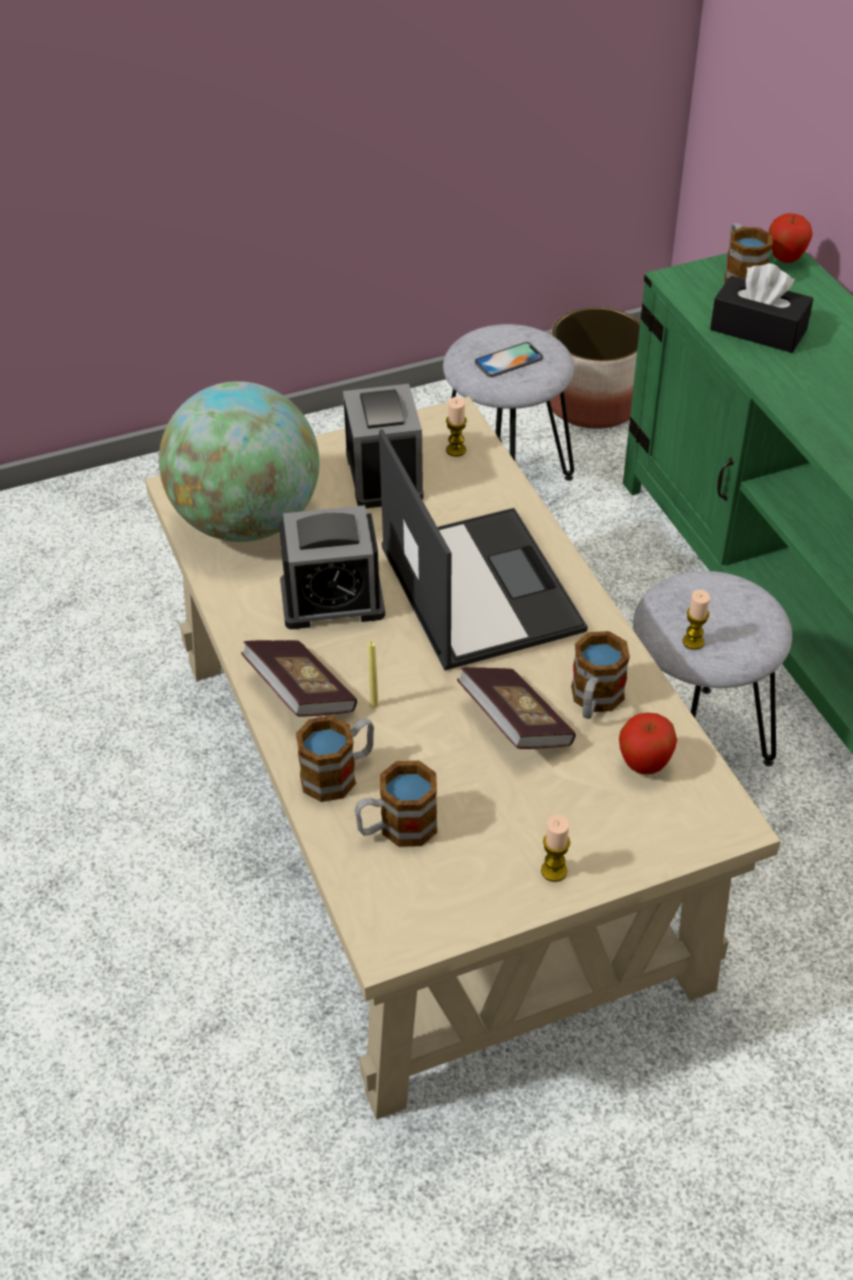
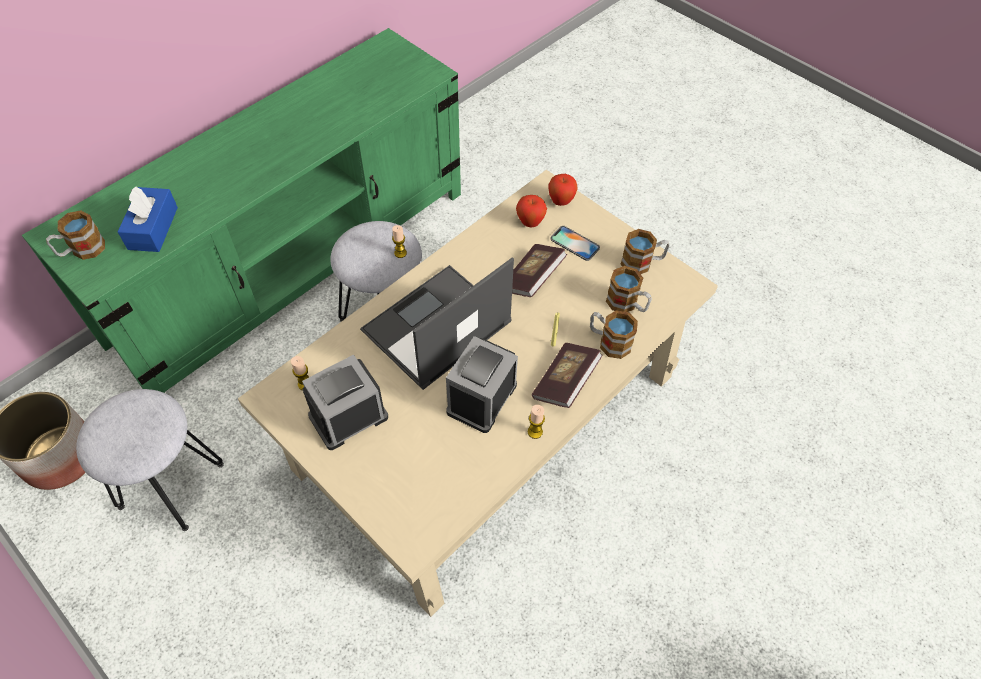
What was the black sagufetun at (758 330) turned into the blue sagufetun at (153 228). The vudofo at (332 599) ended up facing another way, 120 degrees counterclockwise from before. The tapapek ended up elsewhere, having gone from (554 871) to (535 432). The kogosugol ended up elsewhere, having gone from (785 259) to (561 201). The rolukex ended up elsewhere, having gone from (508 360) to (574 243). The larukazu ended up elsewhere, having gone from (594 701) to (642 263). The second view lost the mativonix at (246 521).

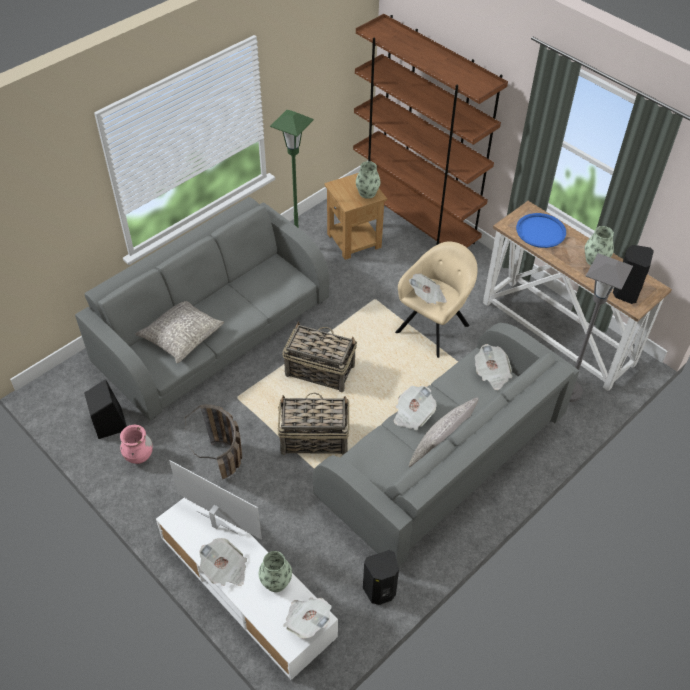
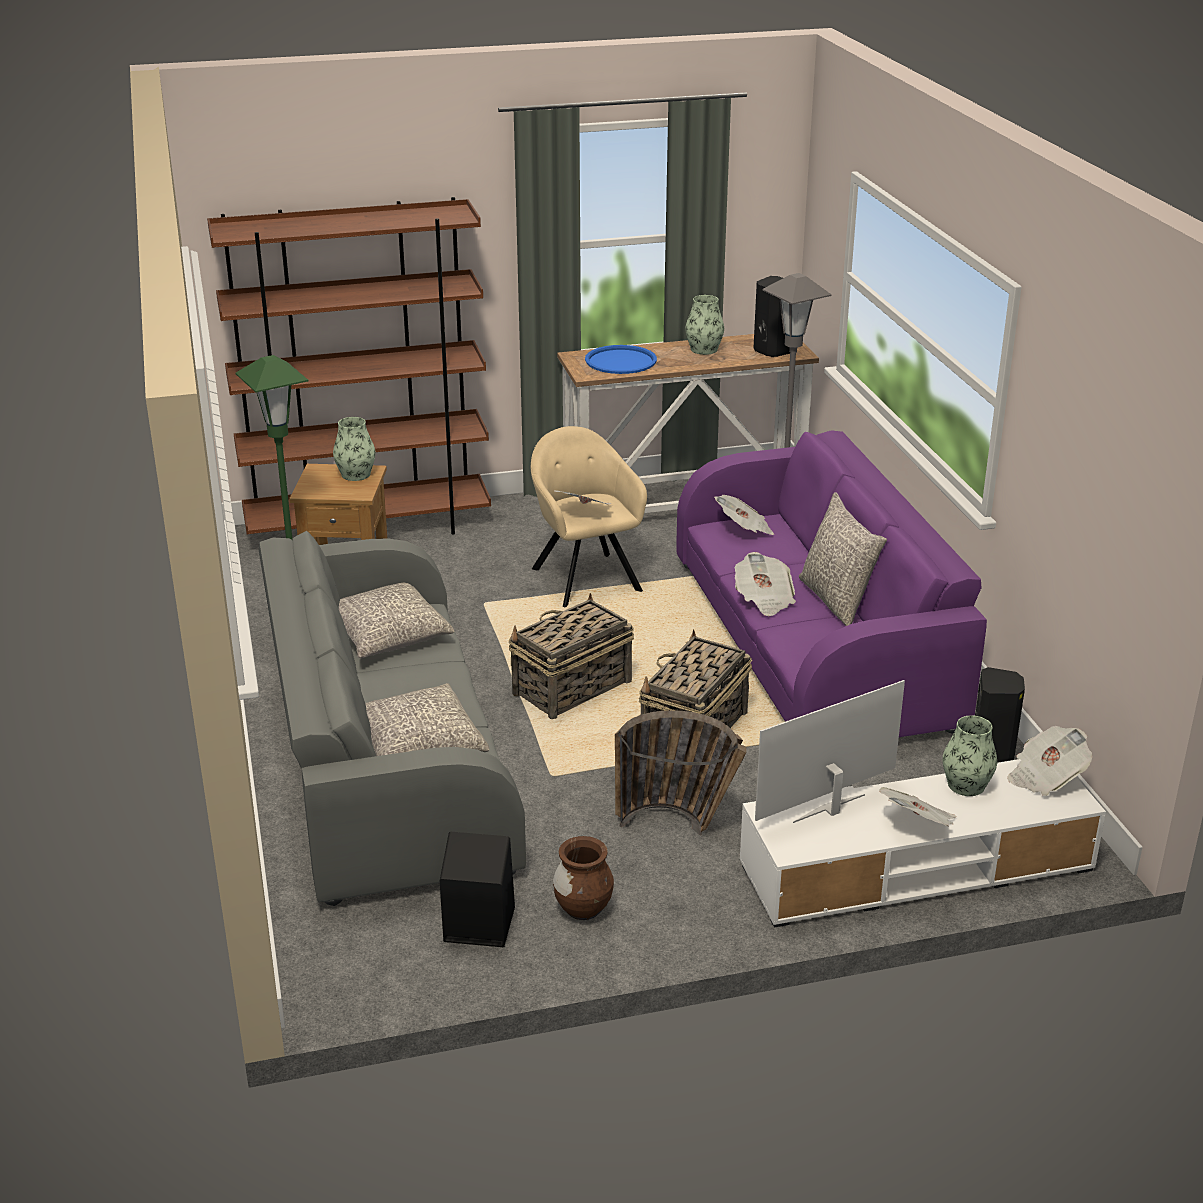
The second view gained the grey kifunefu at (386 634). What was the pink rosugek at (139 456) turned into the brown rosugek at (583 909). What was the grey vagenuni at (443 458) turned into the purple vagenuni at (814 642).

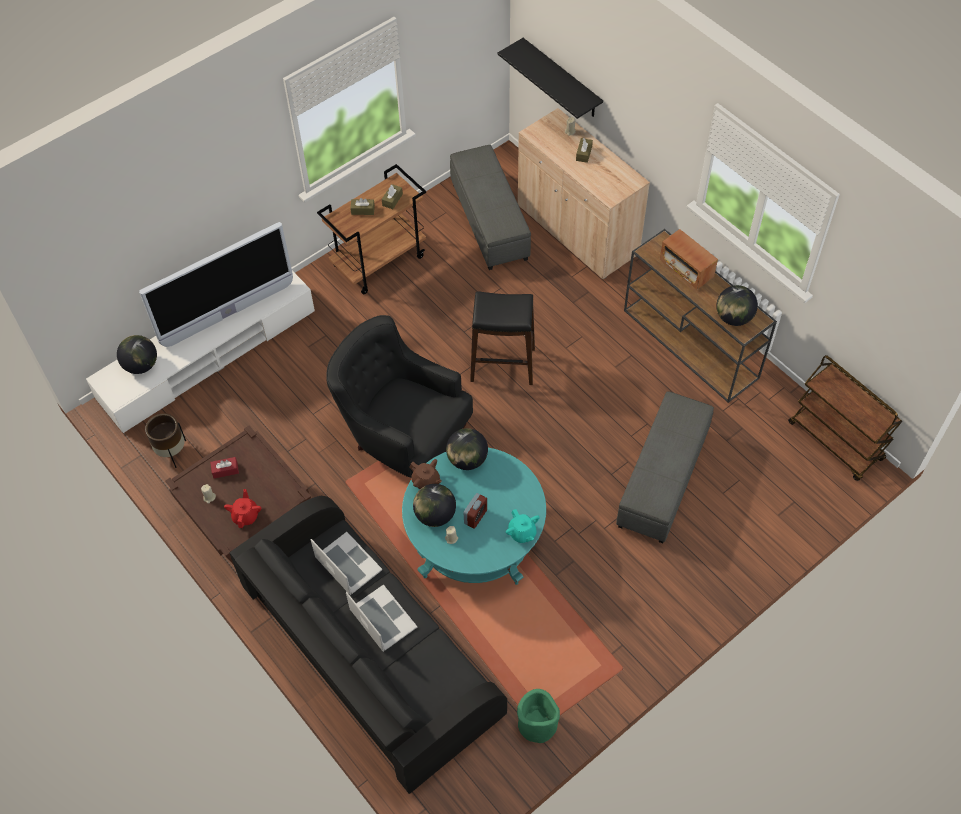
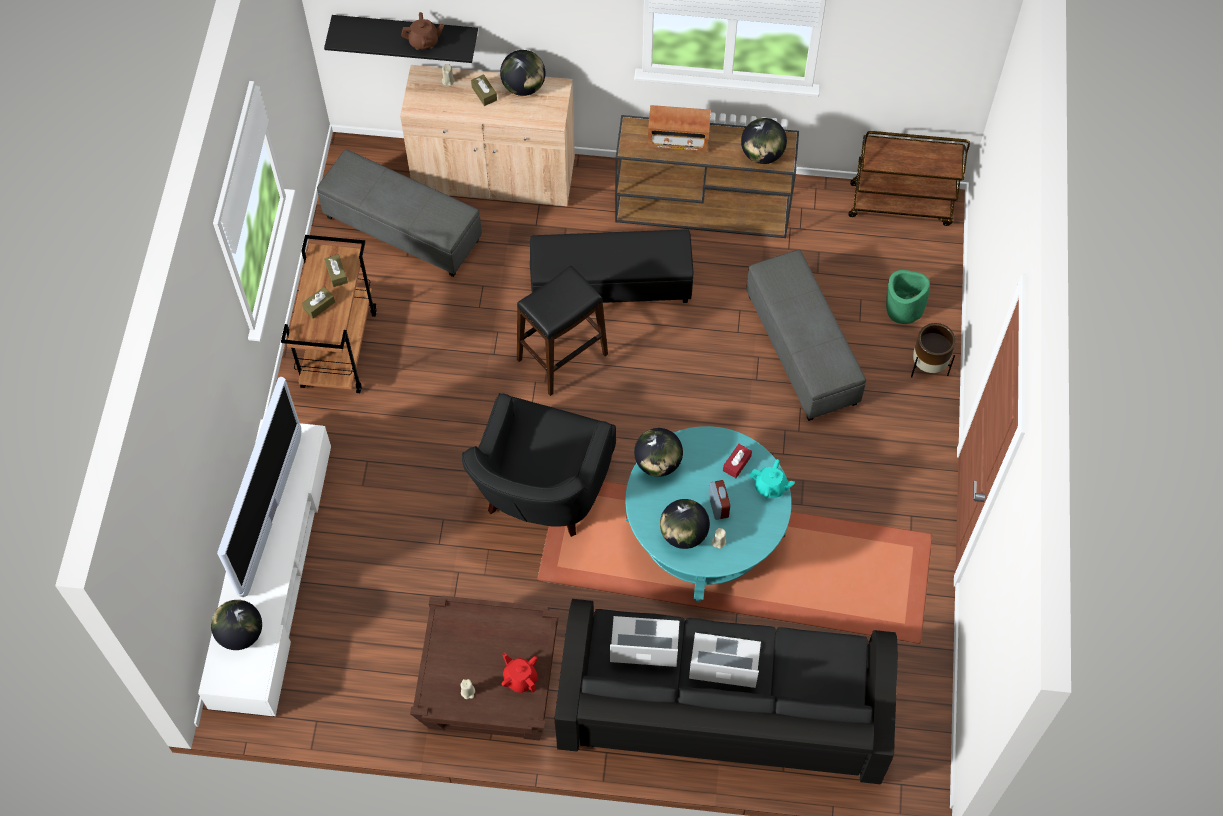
The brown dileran ended up elsewhere, having gone from (426 481) to (424 41). The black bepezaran at (402 434) ended up facing another way, 60 degrees counterclockwise from before. The second view gained the mativonix at (523 87). The second view gained the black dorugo at (611 283). The red sagufetun ended up elsewhere, having gone from (225 470) to (737 463). The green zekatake ended up elsewhere, having gone from (537 724) to (903 308). The brown zekatake ended up elsewhere, having gone from (172 452) to (928 366).

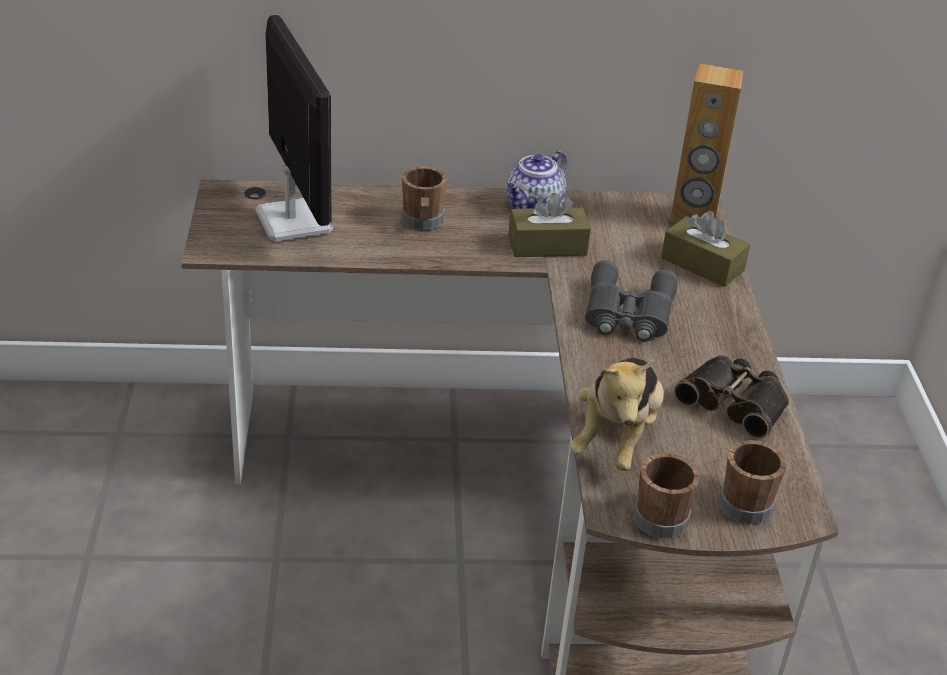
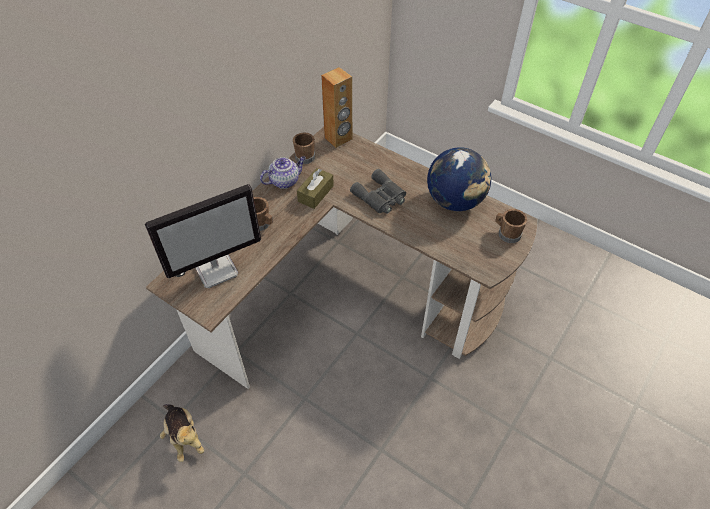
The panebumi at (293 220) ended up facing another way, 135 degrees clockwise from before. The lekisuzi ended up elsewhere, having gone from (616 437) to (184 436). The dileran at (534 207) ended up facing another way, 105 degrees counterclockwise from before. The brown larukazu ended up elsewhere, having gone from (663 515) to (304 155). Where the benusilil stood at (735 402), the mativonix came to stand at (455 201). The second view lost the brown sagufetun at (702 264).

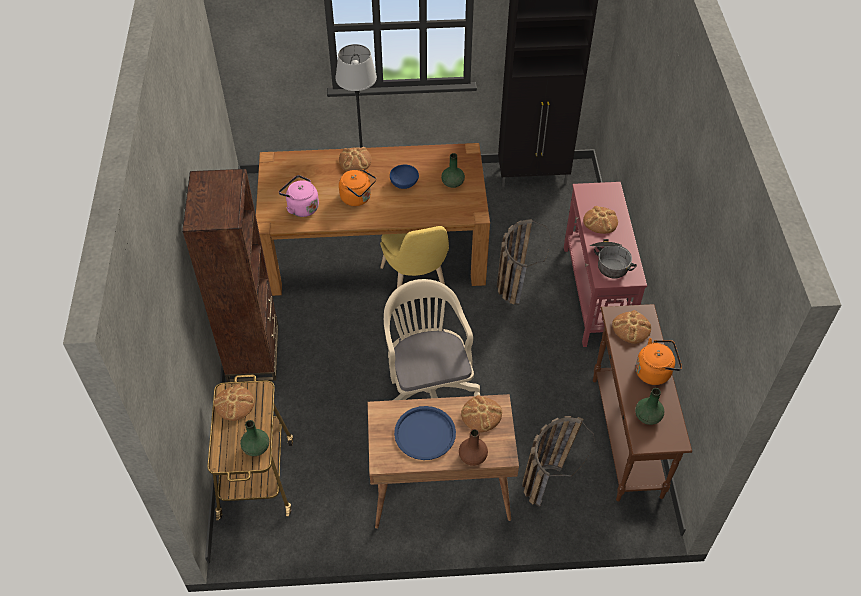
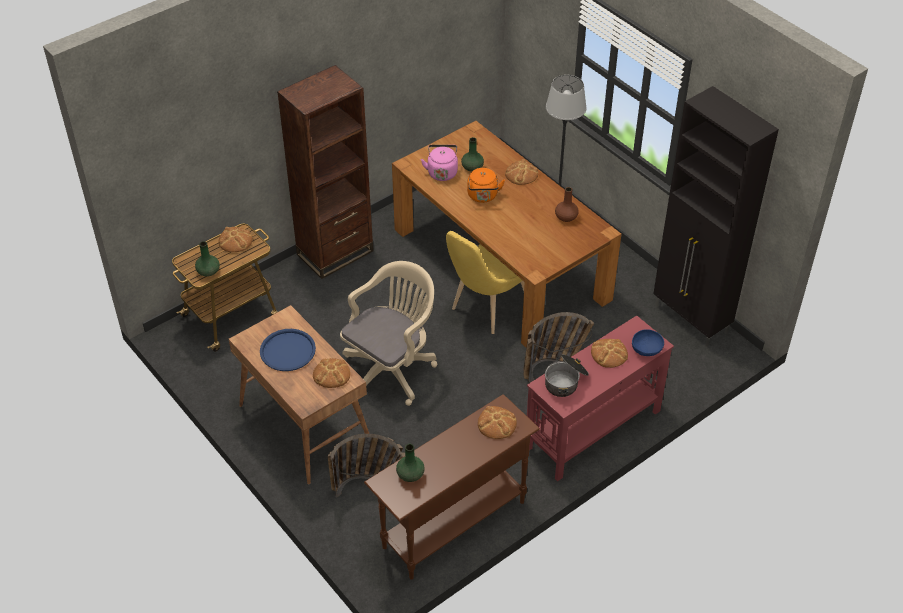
The green rosugek ended up elsewhere, having gone from (453 183) to (472 168). The brown rosugek ended up elsewhere, having gone from (473 456) to (566 217). The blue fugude ended up elsewhere, having gone from (404 183) to (646 350). The second view lost the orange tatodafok at (655 372).

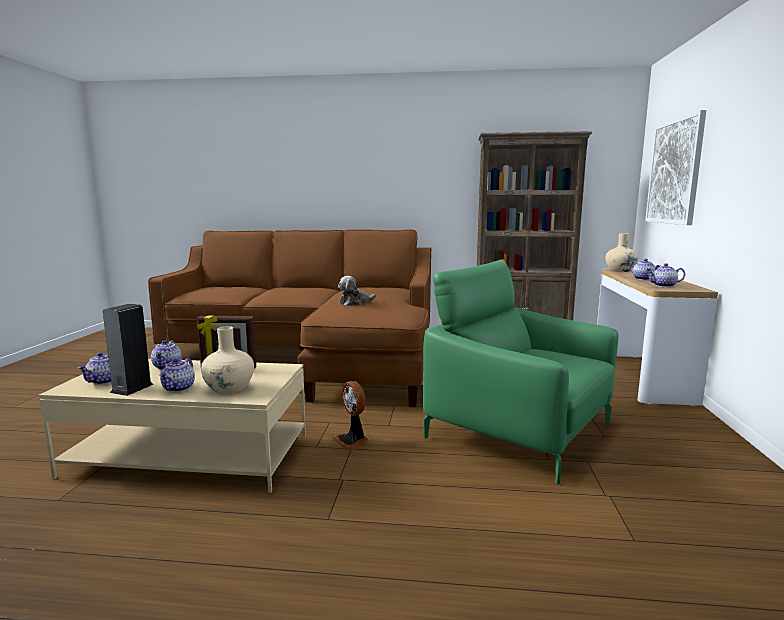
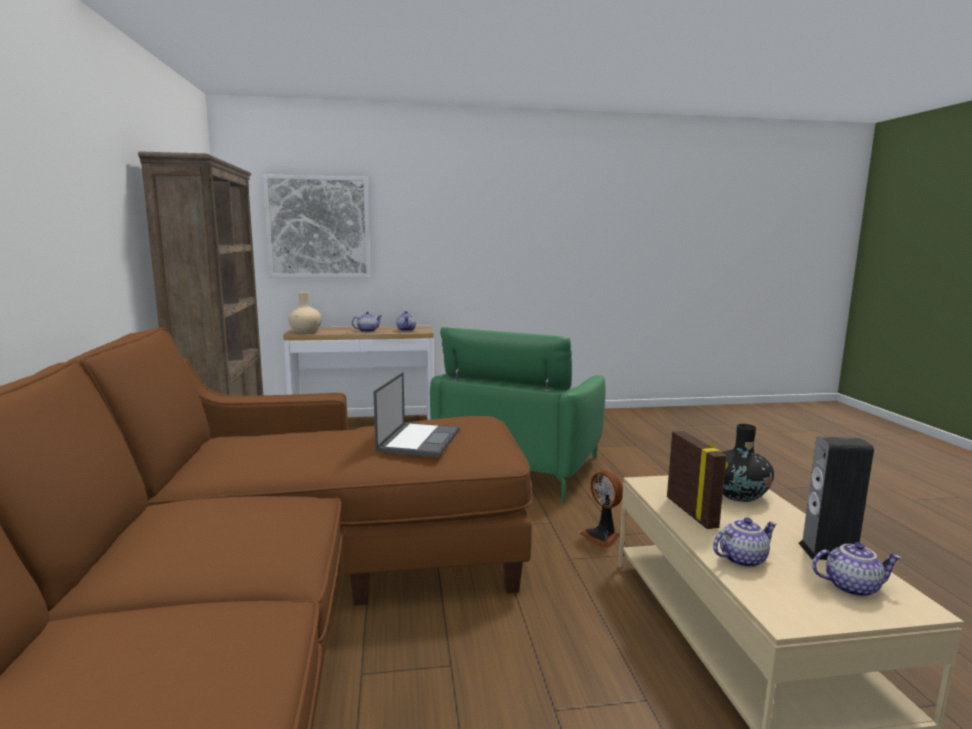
Where the lekisuzi stood at (355 303), the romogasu came to stand at (419 440). The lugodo at (352 441) ended up facing another way, 105 degrees clockwise from before. What was the beige rosugek at (229 388) turned into the black rosugek at (739 495). The second view lost the dileran at (179 388).

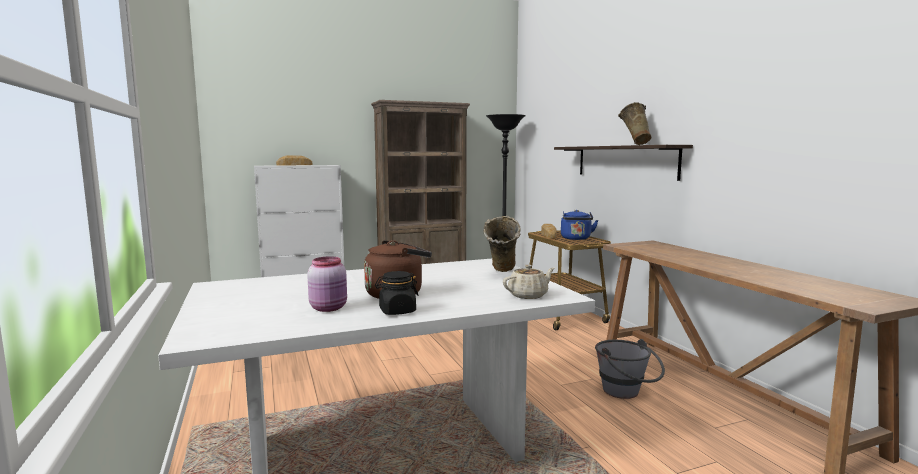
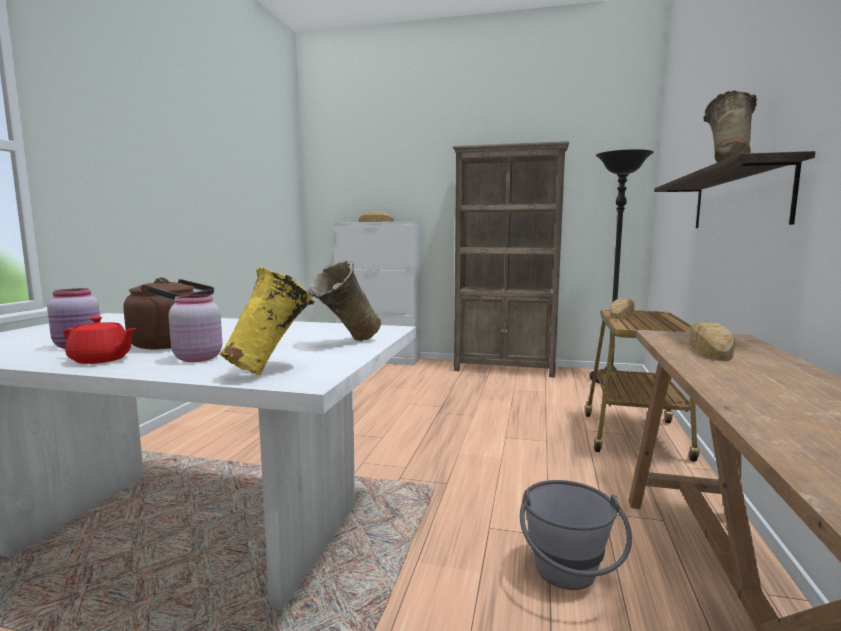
Where the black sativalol stood at (397 311), the red dileran came to stand at (101 360). The second view gained the pink sativalol at (197 358). Where the beige dileran stood at (528 295), the yellow rosugek came to stand at (272 370). The second view gained the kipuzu at (709 350). The second view lost the blue tatodafok at (576 239).

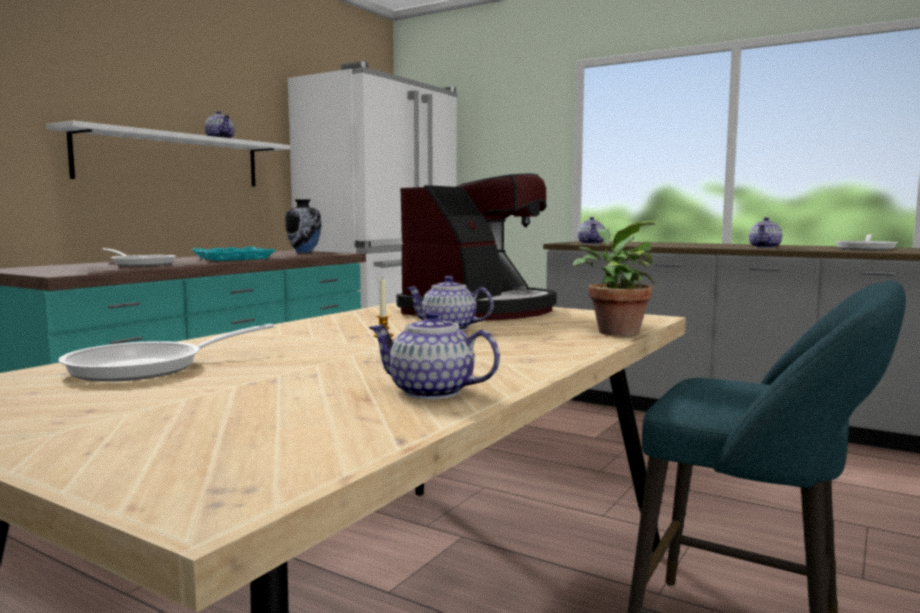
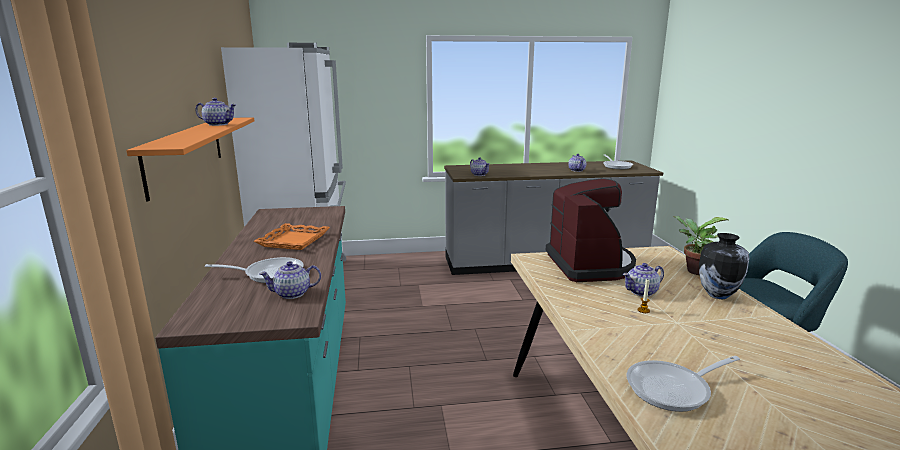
What was the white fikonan at (172 160) turned into the orange fikonan at (186 153). What was the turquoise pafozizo at (233 258) turned into the orange pafozizo at (294 241). The dileran ended up elsewhere, having gone from (432 392) to (293 294). The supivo at (148 367) ended up facing another way, 60 degrees clockwise from before. The rosugek ended up elsewhere, having gone from (304 252) to (717 295).

